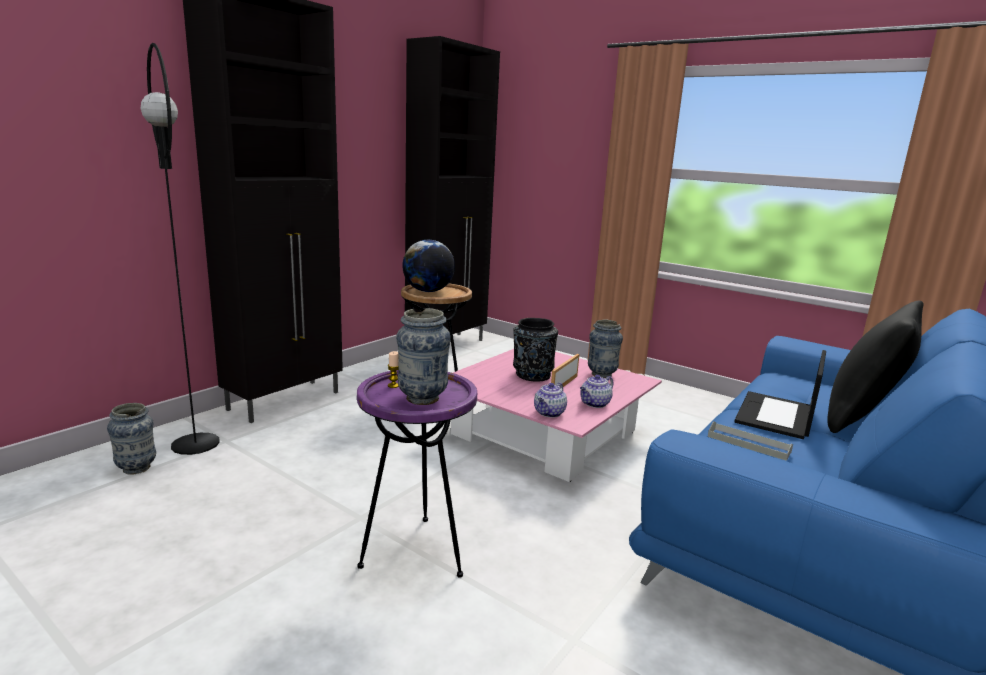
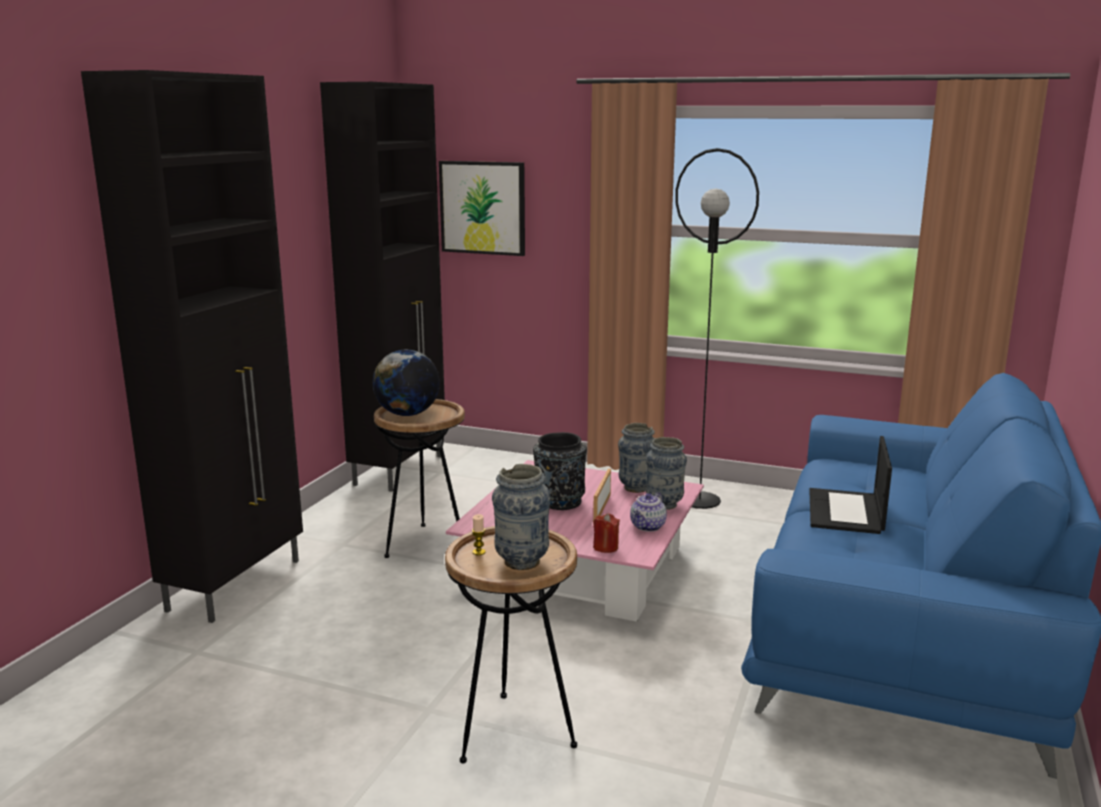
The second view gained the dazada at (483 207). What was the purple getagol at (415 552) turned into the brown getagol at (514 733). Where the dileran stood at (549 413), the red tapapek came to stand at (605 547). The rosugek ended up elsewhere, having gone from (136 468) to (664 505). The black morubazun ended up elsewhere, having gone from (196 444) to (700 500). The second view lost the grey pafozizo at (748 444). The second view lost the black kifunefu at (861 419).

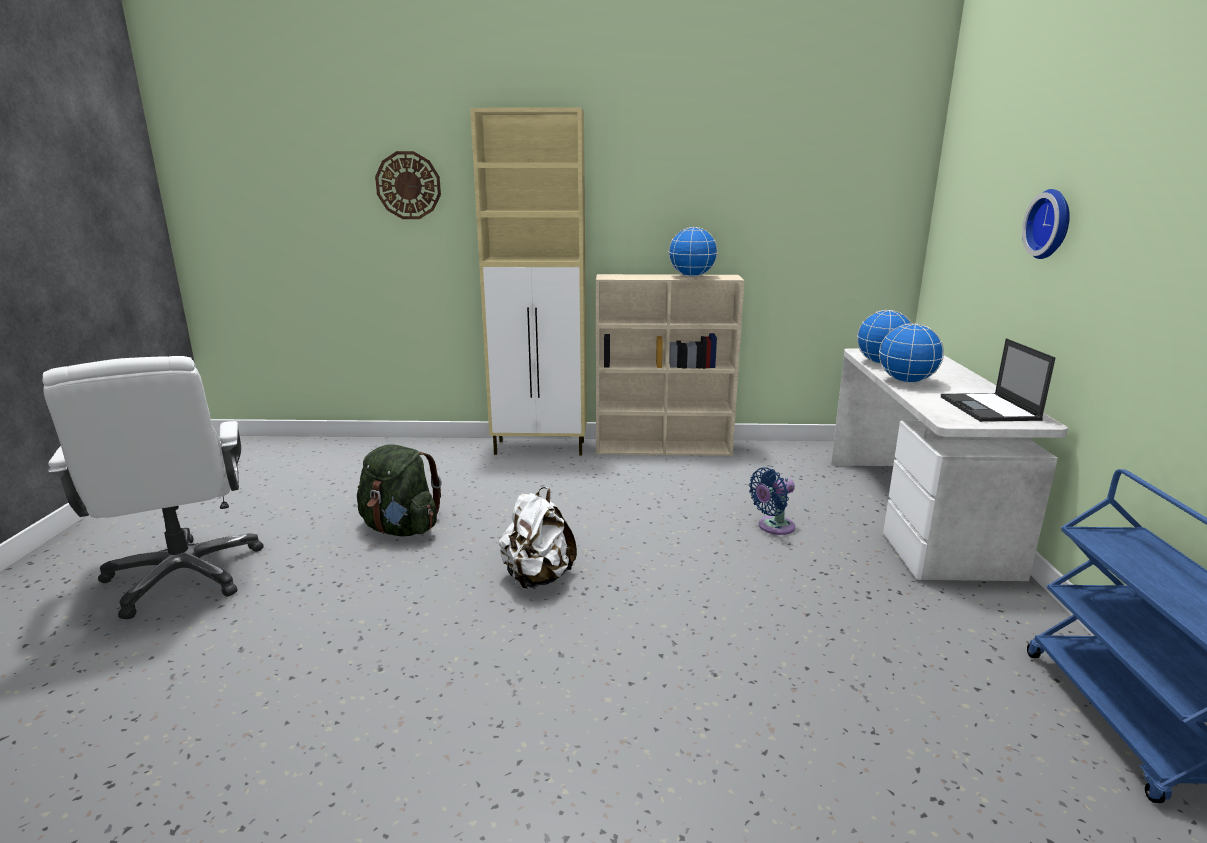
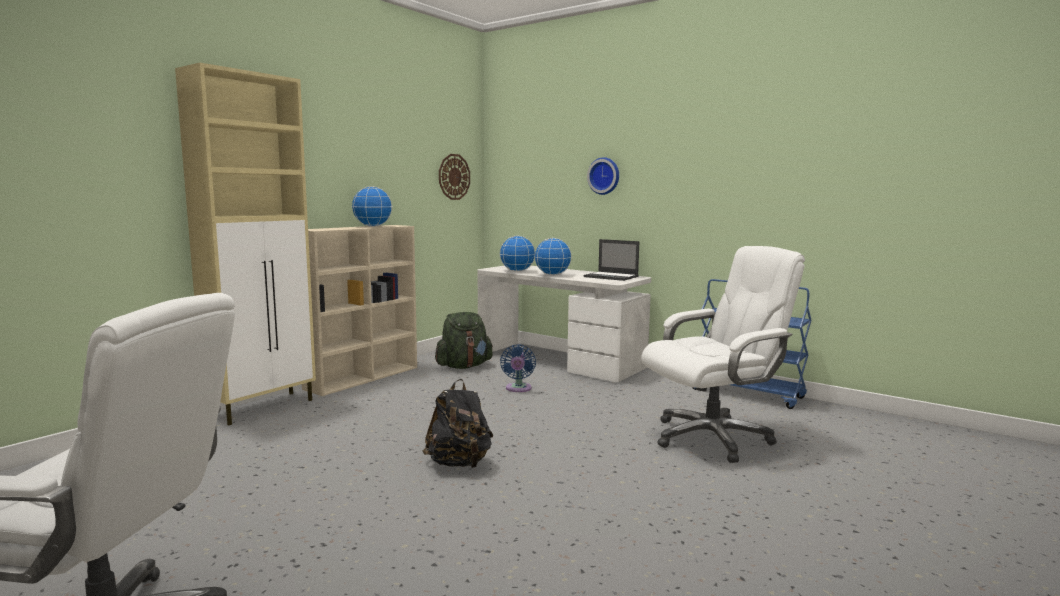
What was the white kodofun at (537 578) turned into the black kodofun at (459 464). The green kodofun ended up elsewhere, having gone from (401 529) to (464 366). The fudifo ended up elsewhere, having gone from (408 185) to (454 177). The second view gained the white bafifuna at (712 437).

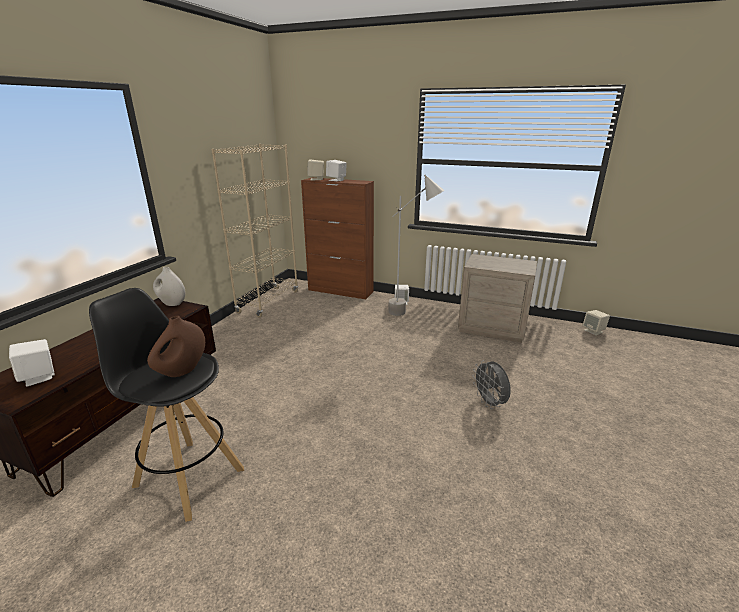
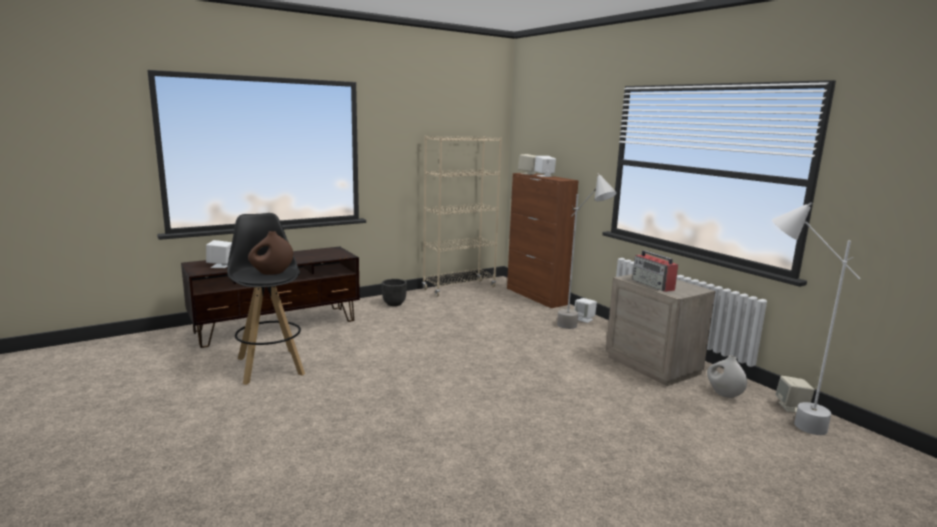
The second view gained the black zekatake at (394 304). The second view gained the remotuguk at (653 285). The white rosugek ended up elsewhere, having gone from (172 303) to (723 394). The second view gained the white morubazun at (782 420). The second view lost the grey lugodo at (489 403).

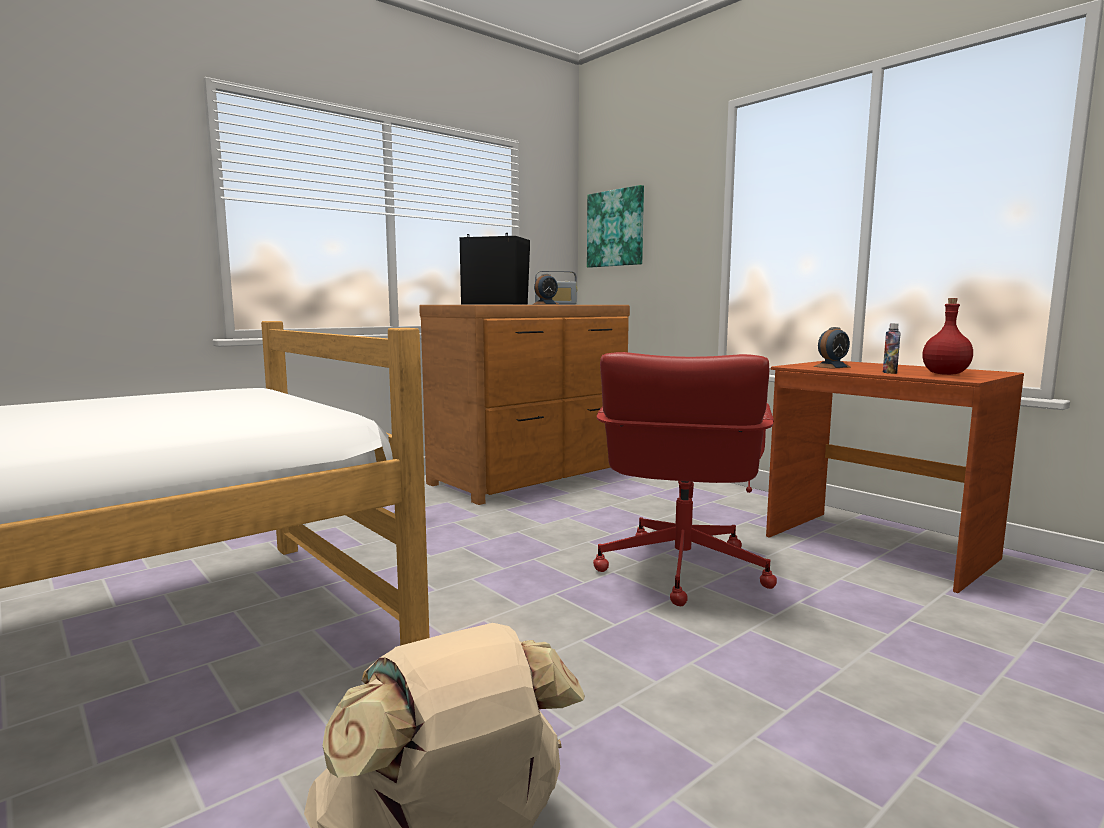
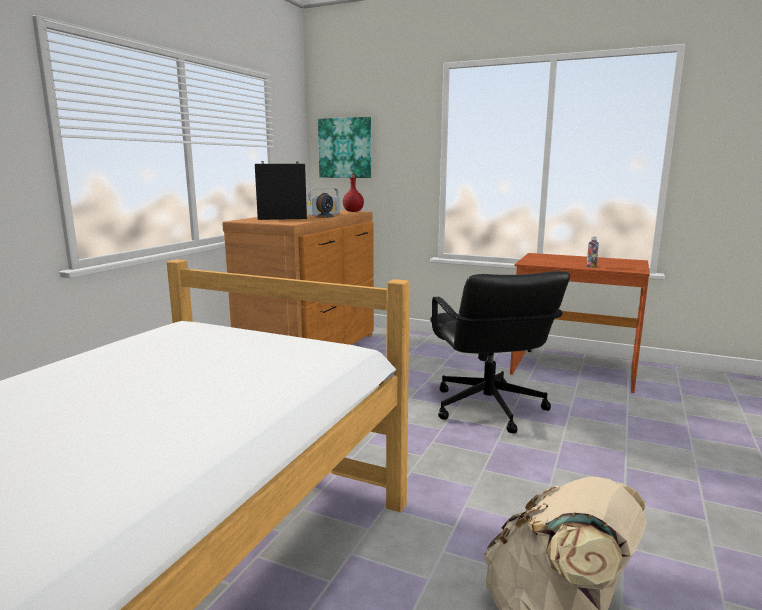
The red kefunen ended up elsewhere, having gone from (944 374) to (353 211). What was the red bafifuna at (680 570) turned into the black bafifuna at (487 408). The second view lost the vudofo at (832 367).

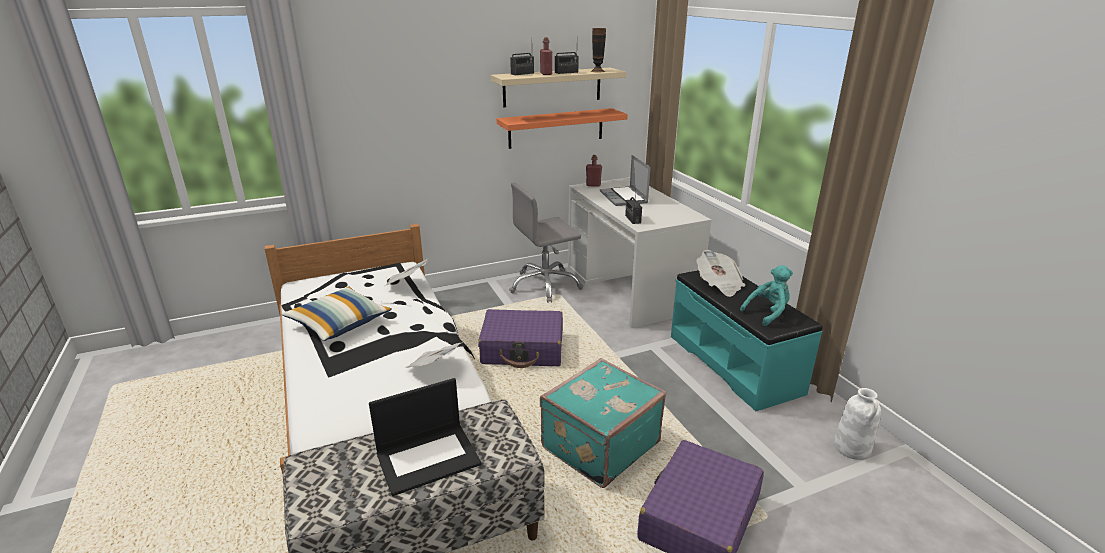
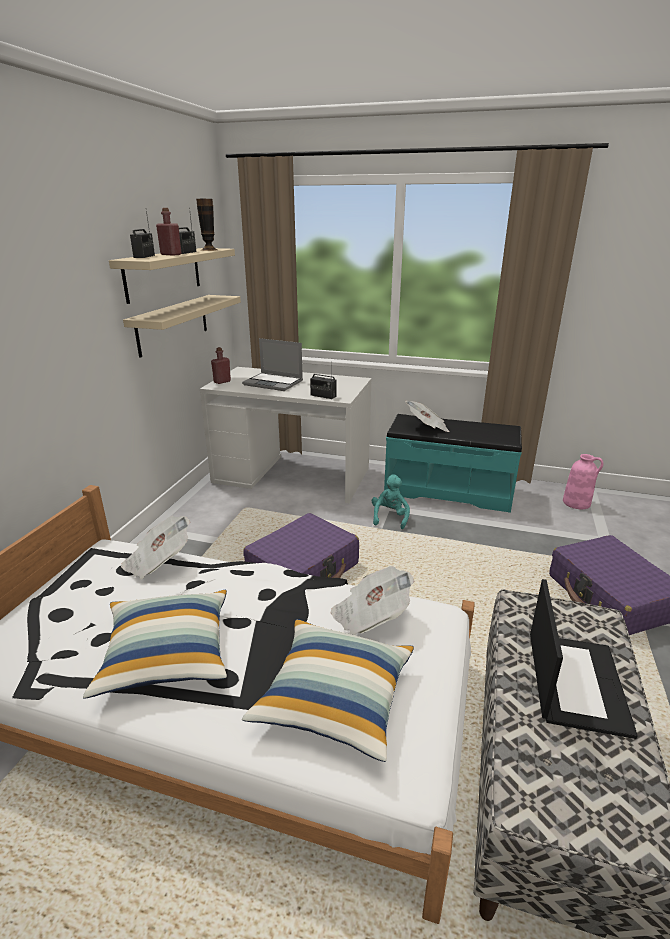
What was the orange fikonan at (556 128) turned into the beige fikonan at (173 324). The second view gained the kifunefu at (334 698). The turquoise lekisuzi ended up elsewhere, having gone from (767 313) to (390 517). What was the white rosugek at (852 448) turned into the pink rosugek at (577 503). The second view lost the grey bafifuna at (545 285). The second view lost the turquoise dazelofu at (598 445).

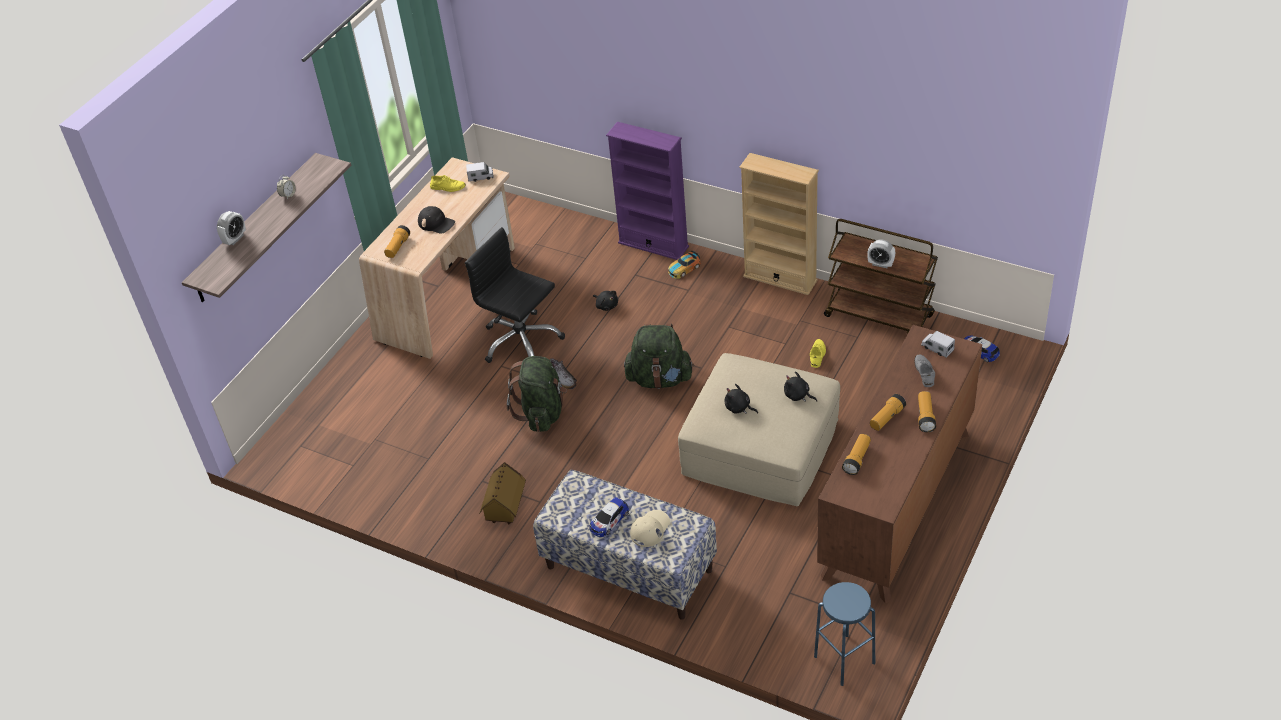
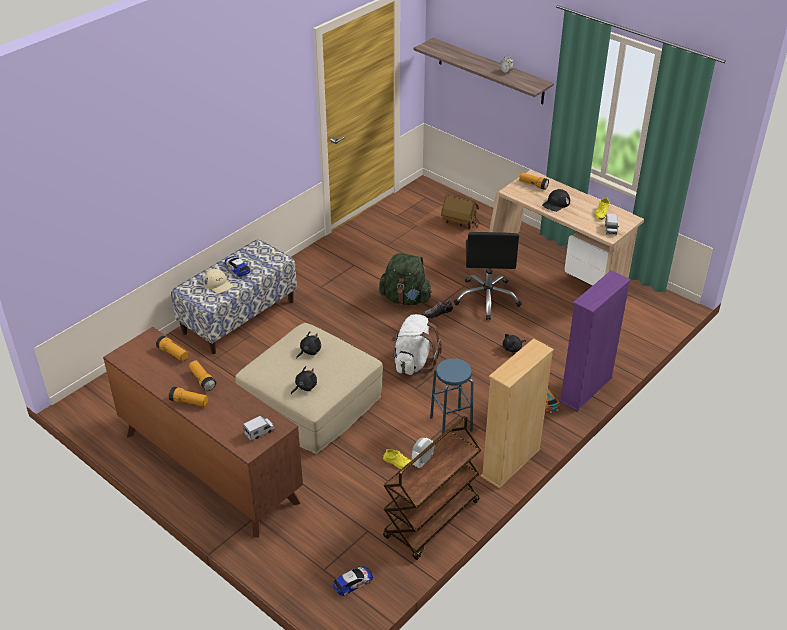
What was the green kodofun at (660 379) turned into the white kodofun at (413 363). The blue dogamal ended up elsewhere, having gone from (844 659) to (451 424). The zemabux ended up elsewhere, having gone from (505 509) to (459 223). The black bafifuna at (521 341) ended up facing another way, 135 degrees clockwise from before. The second view lost the vudofo at (235 239). The second view lost the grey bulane at (924 372).

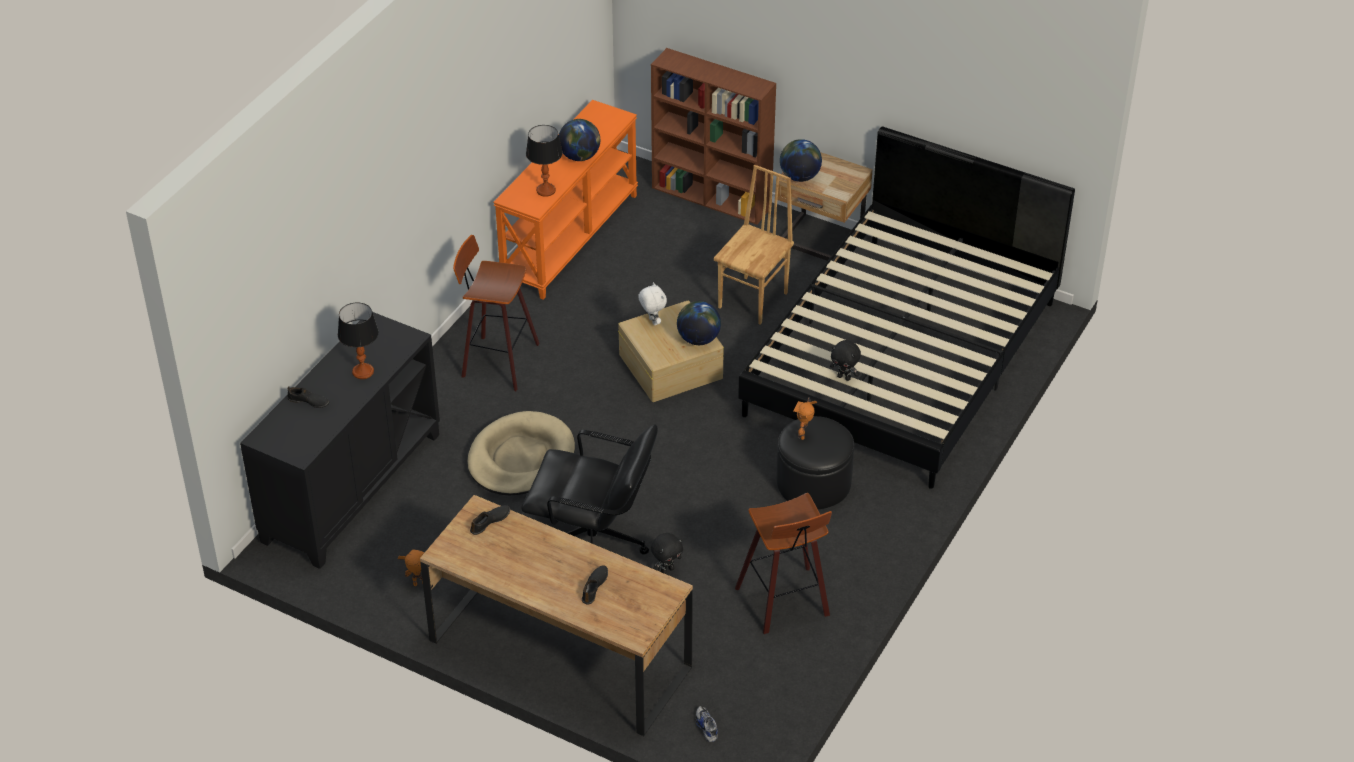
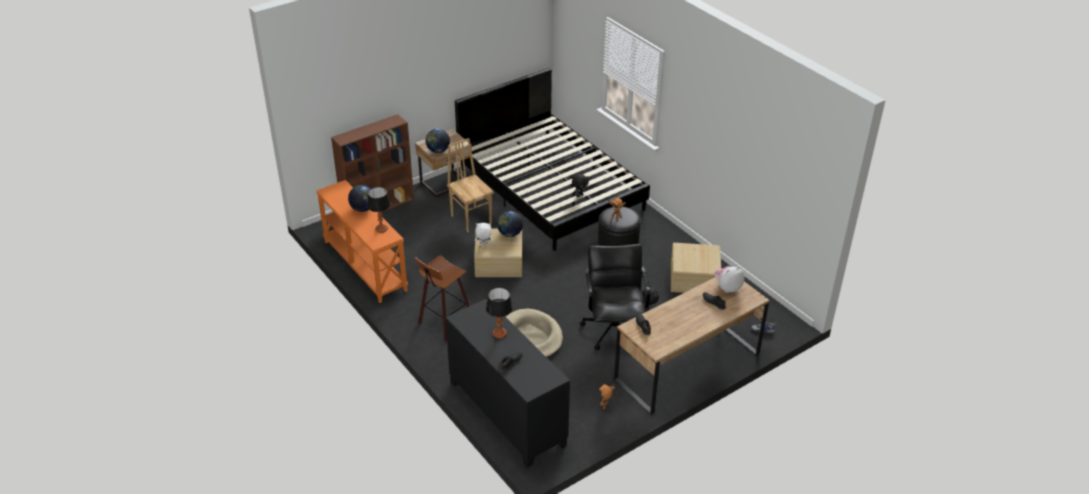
The black bafifuna at (594 544) ended up facing another way, 45 degrees counterclockwise from before. Where the dogamal stood at (786 603), the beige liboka came to stand at (694 278). The second view gained the lekisuzi at (727 288).

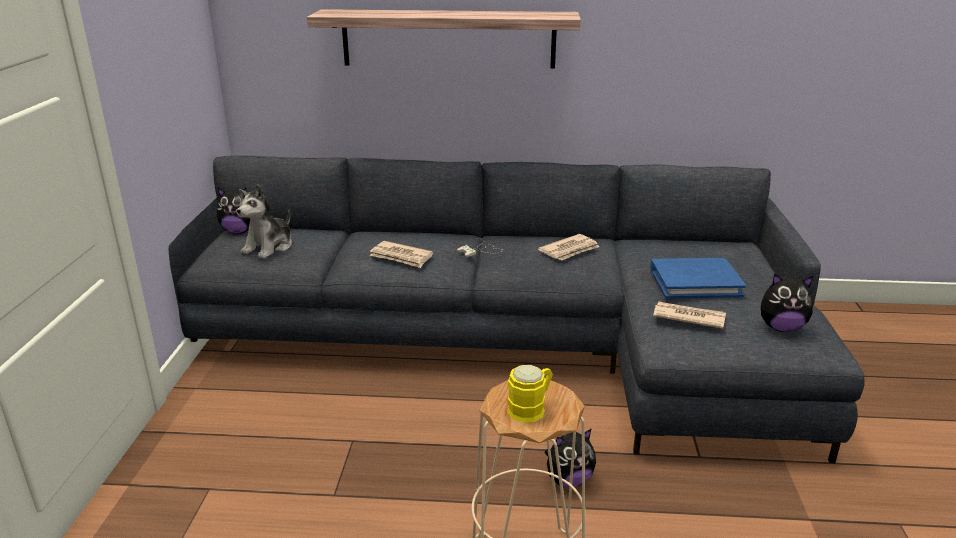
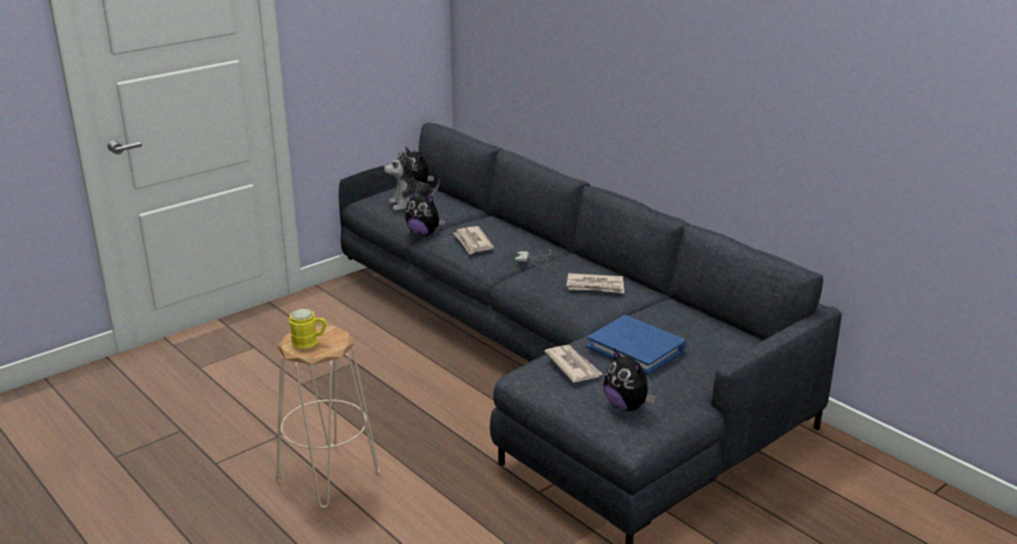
The lekisuzi ended up elsewhere, having gone from (568 480) to (424 233). The second view lost the fikonan at (448 39).

